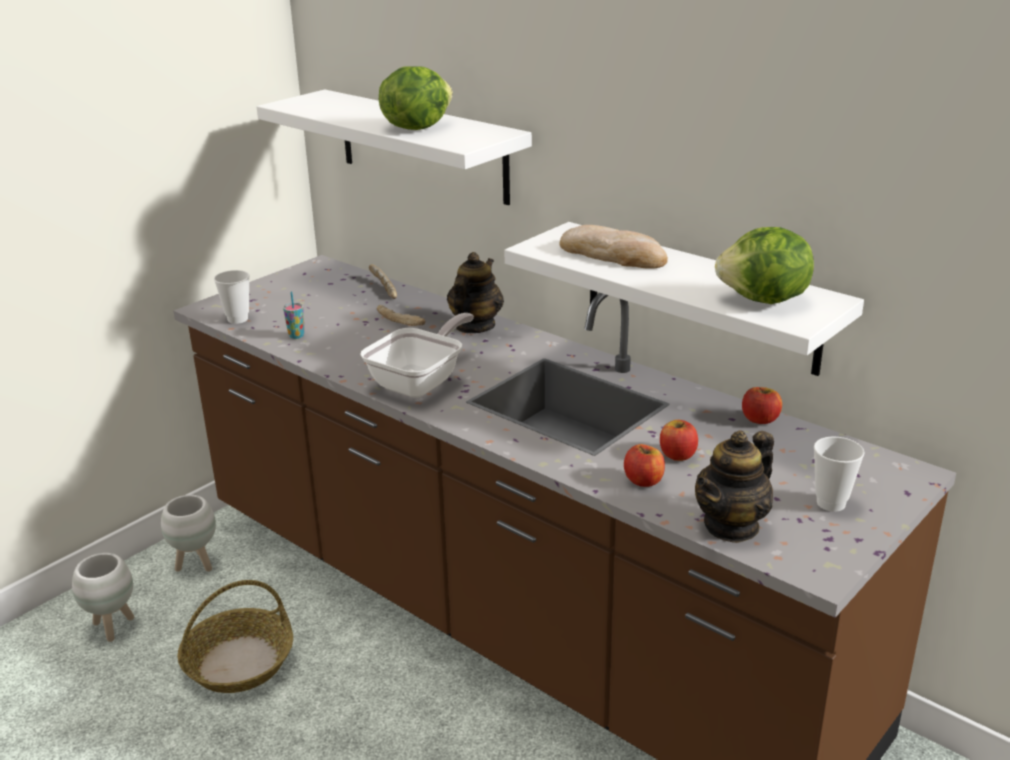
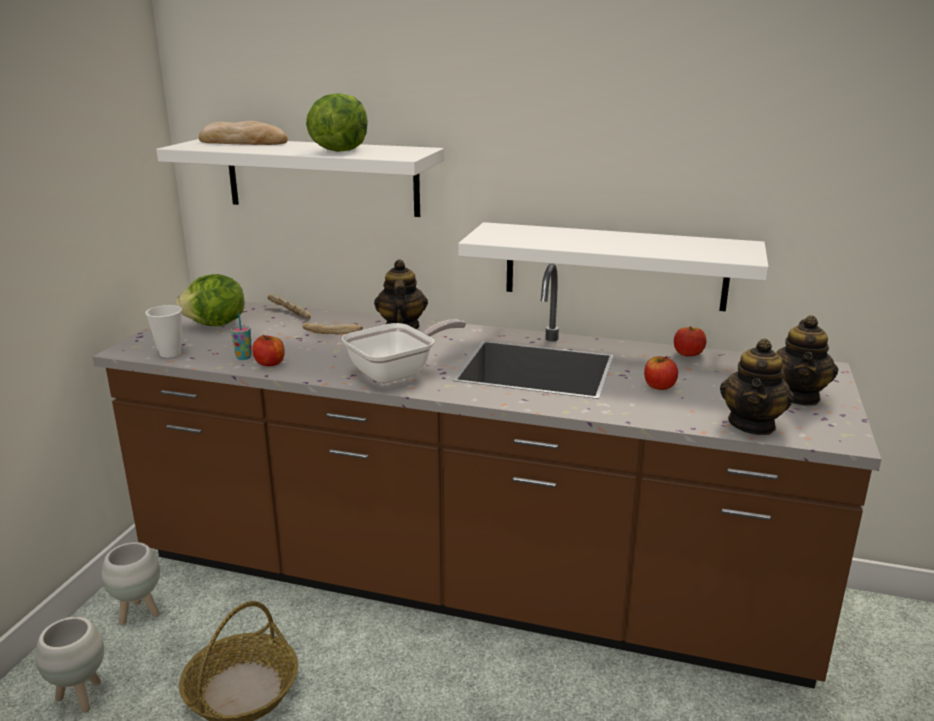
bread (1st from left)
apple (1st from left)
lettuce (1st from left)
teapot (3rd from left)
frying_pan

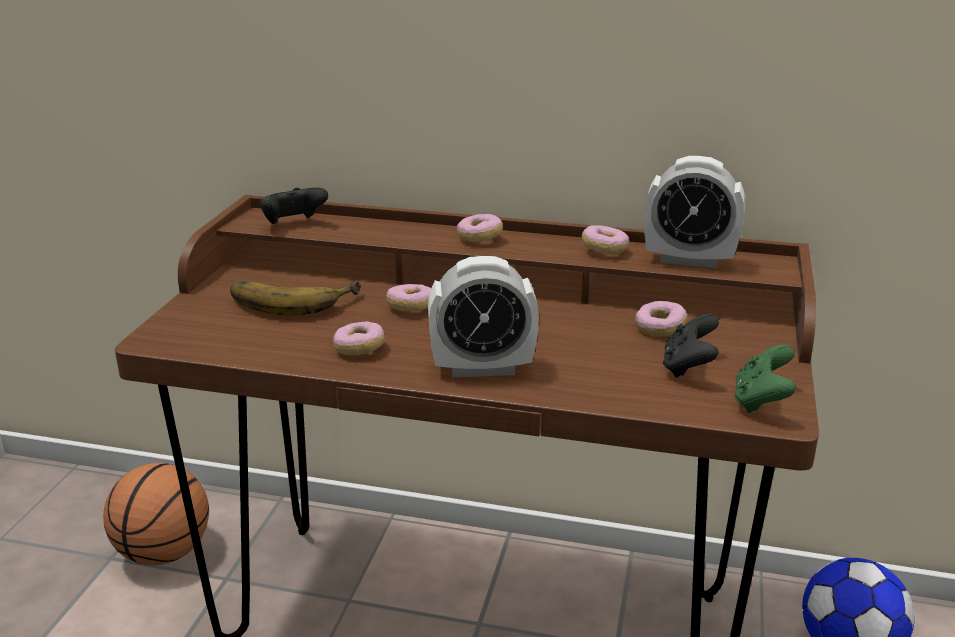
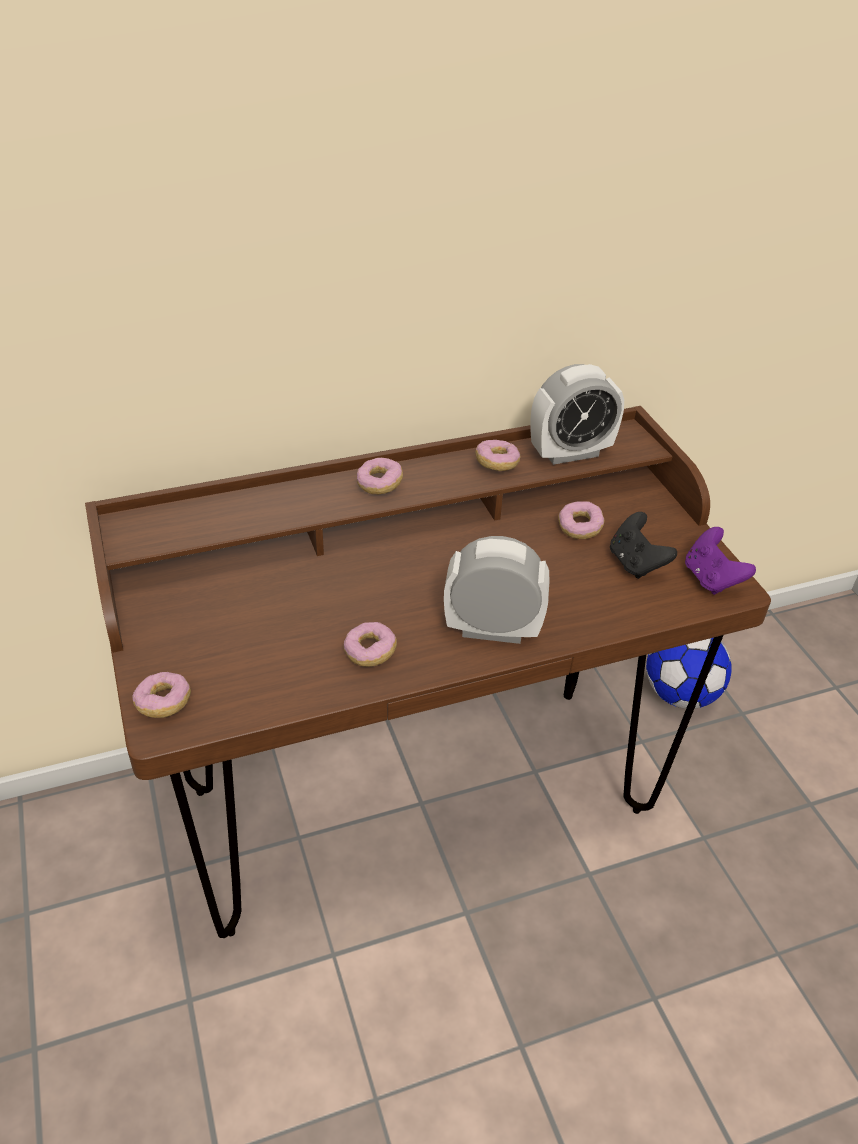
basketball
banana
black_game_controller (1st from left in the first image)
donut (1st from left)
purple_game_controller
alarm_clock (1st from left)

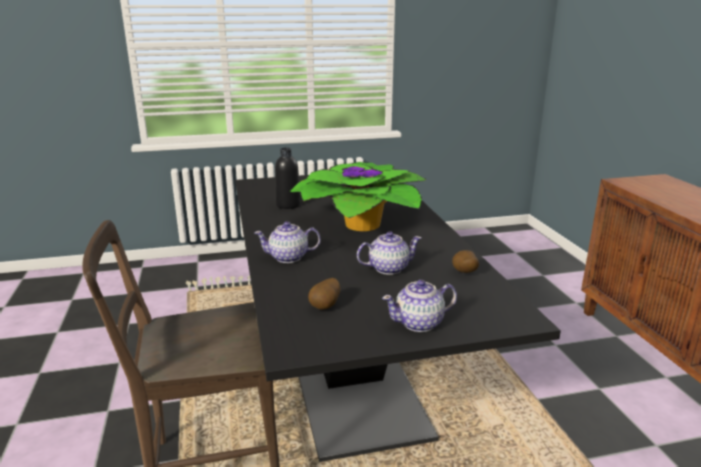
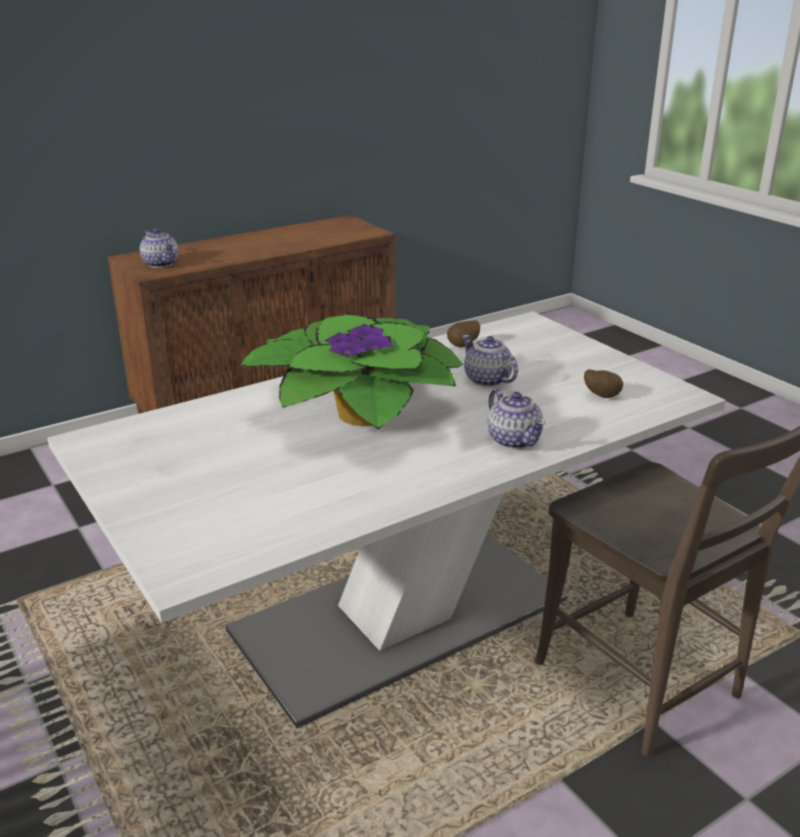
black_bottle
teapot (1st from left)
white_dining_table

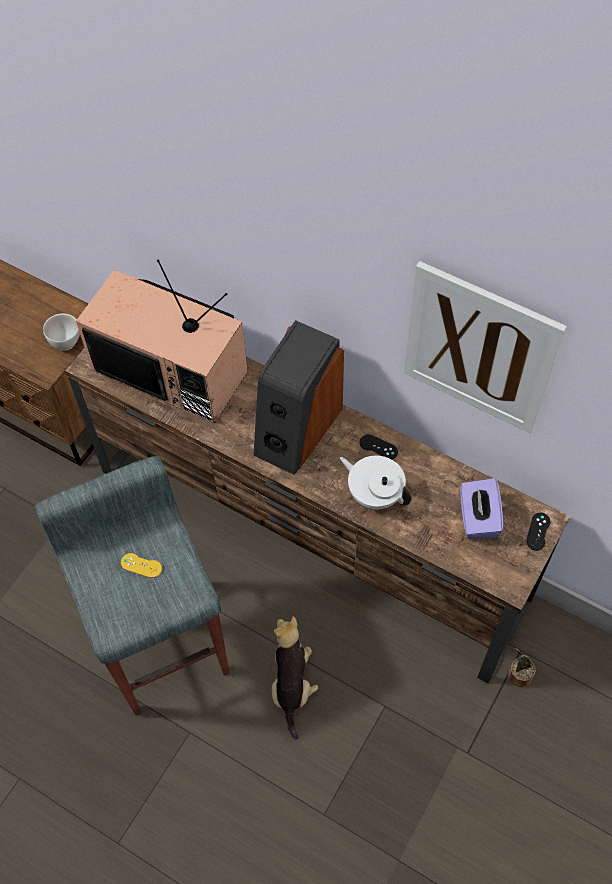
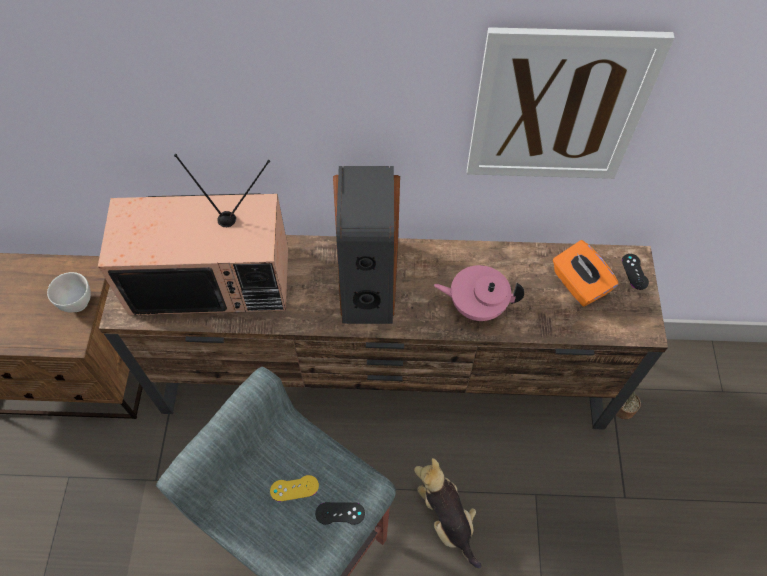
black_game_controller (1st from left)
pink_teapot
orange_tissue_box

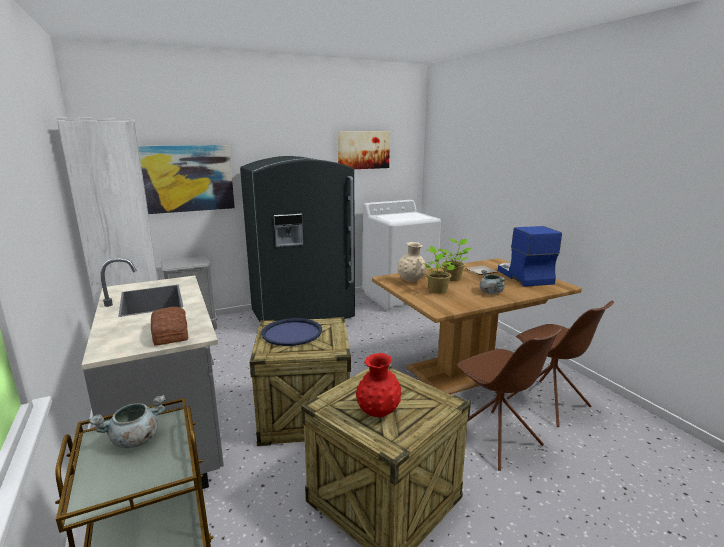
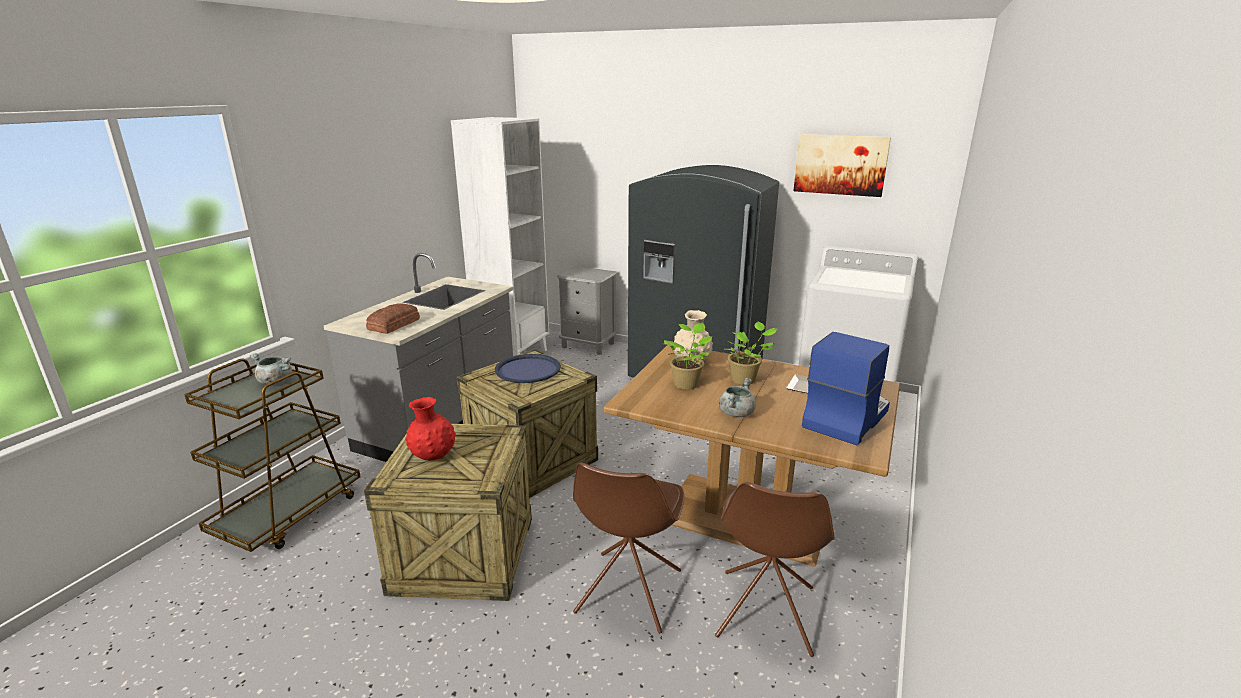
picture (1st from left in the first image)

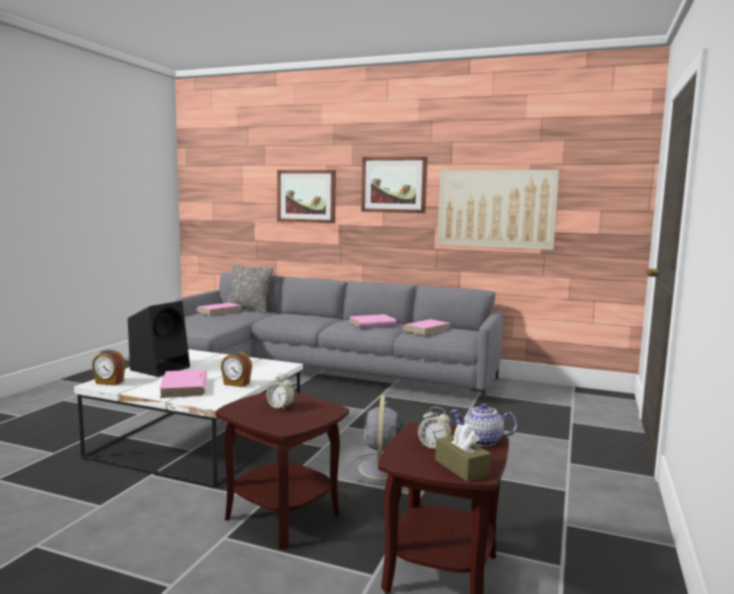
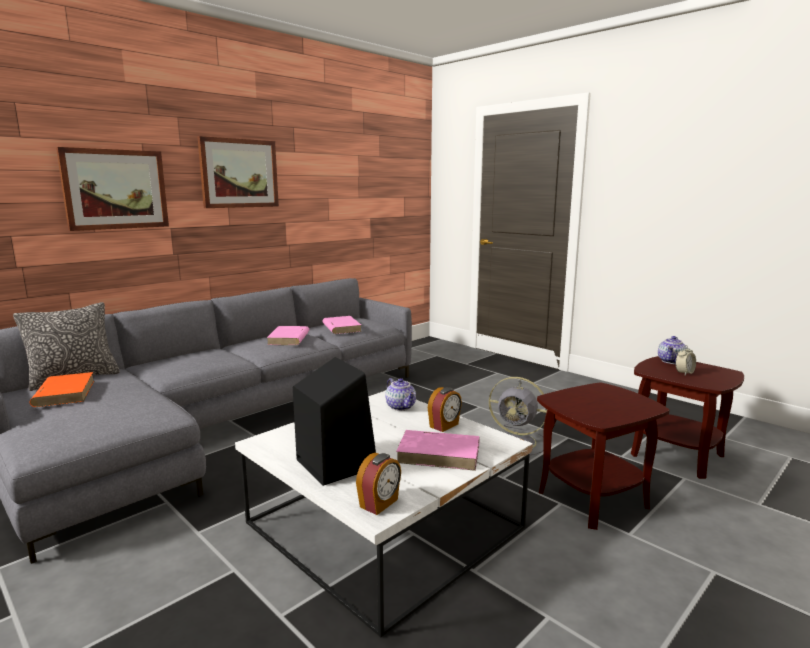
alarm_clock (3rd from left in the first image)
brown_tissue_box
picture (3rd from left in the first image)
teapot (1st from left)
orange_book

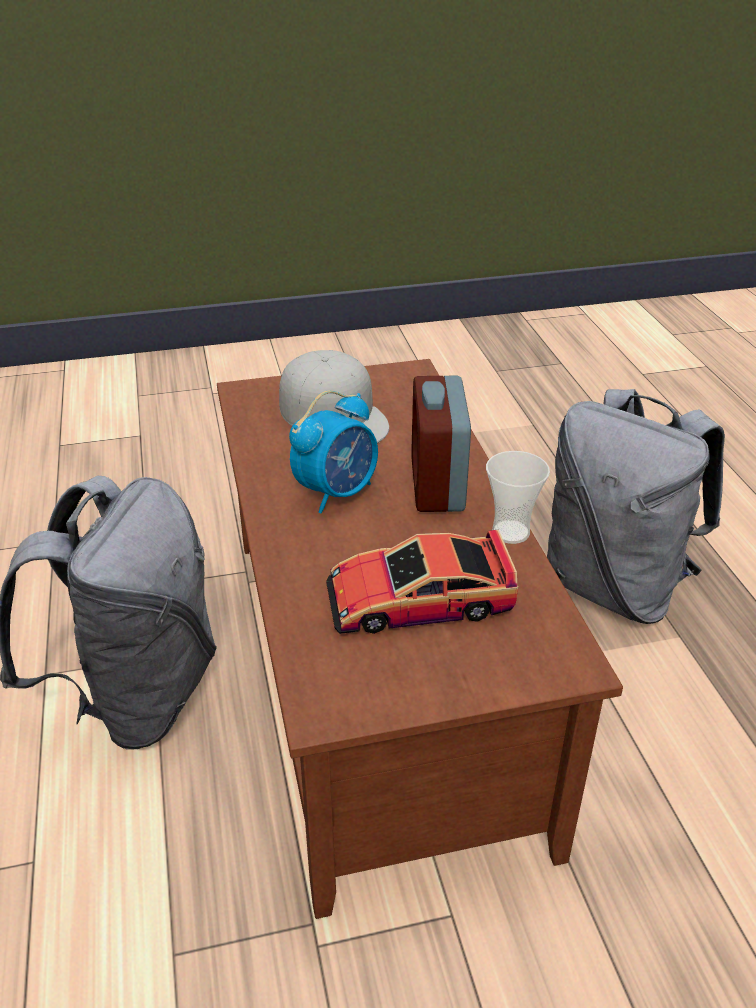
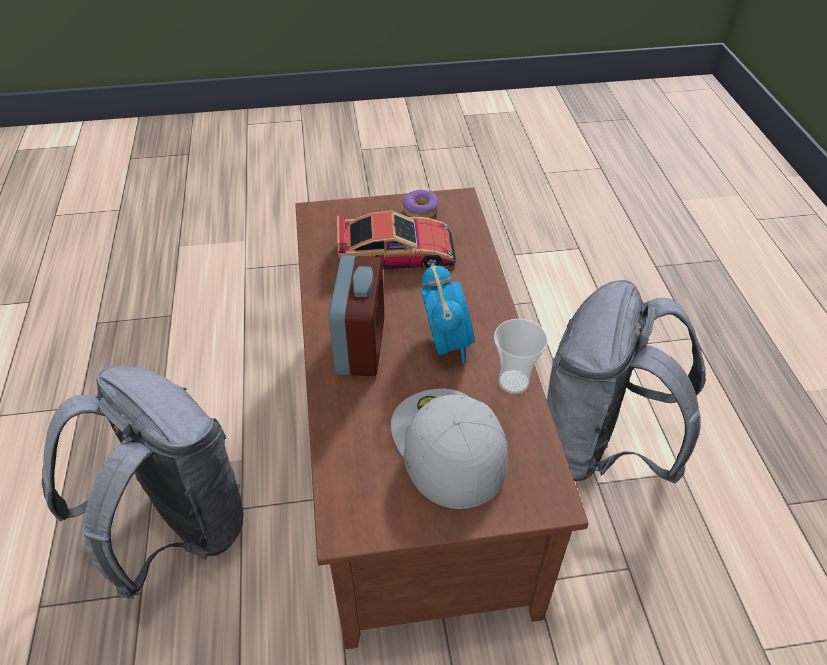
donut
cup
alarm_clock (2nd from left)

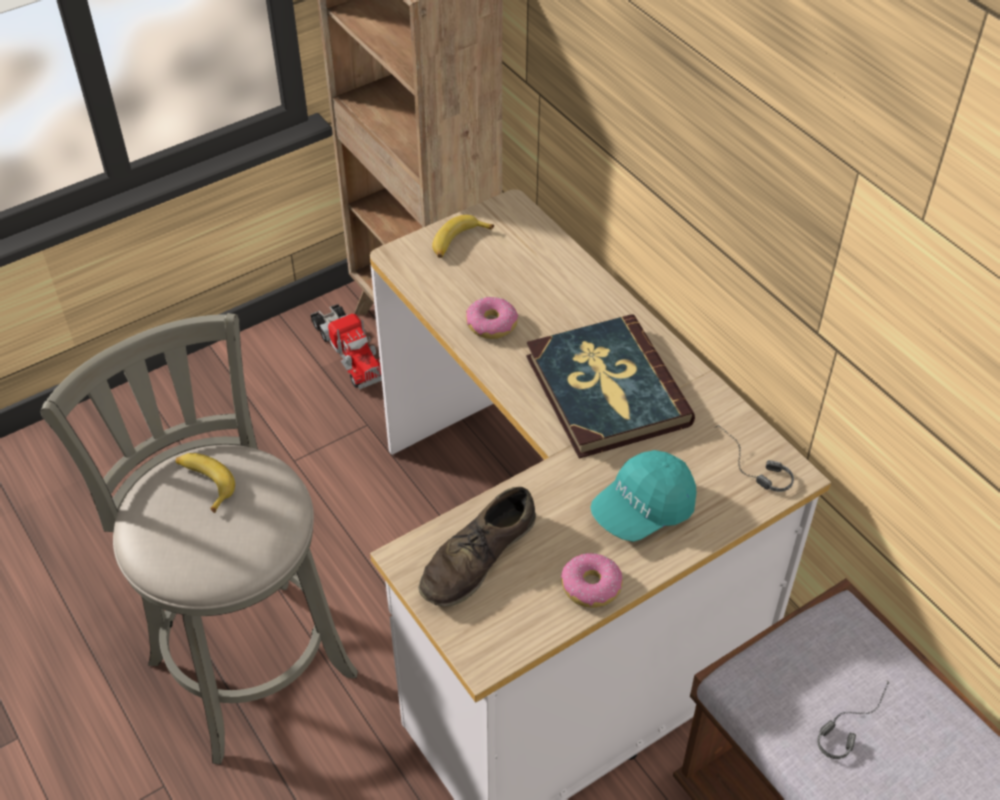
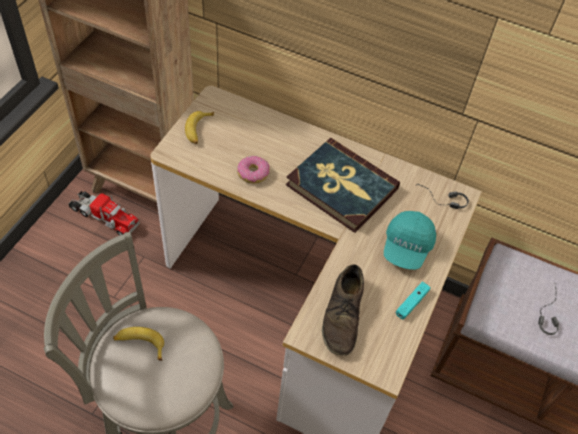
turquoise_game_controller

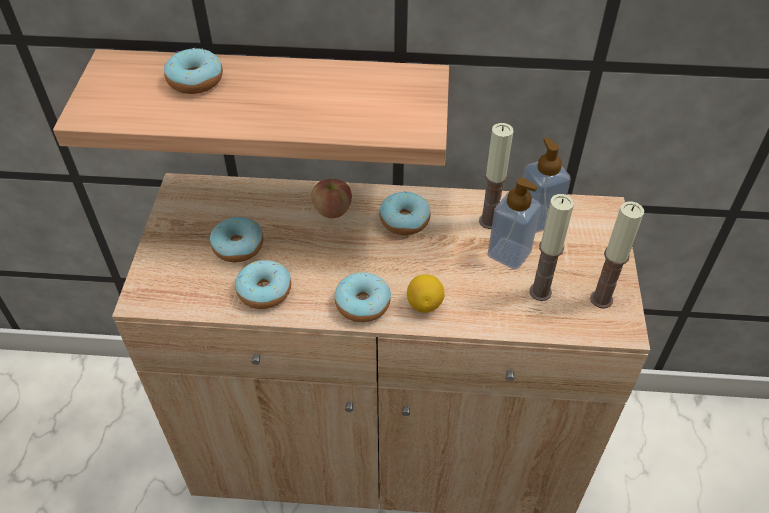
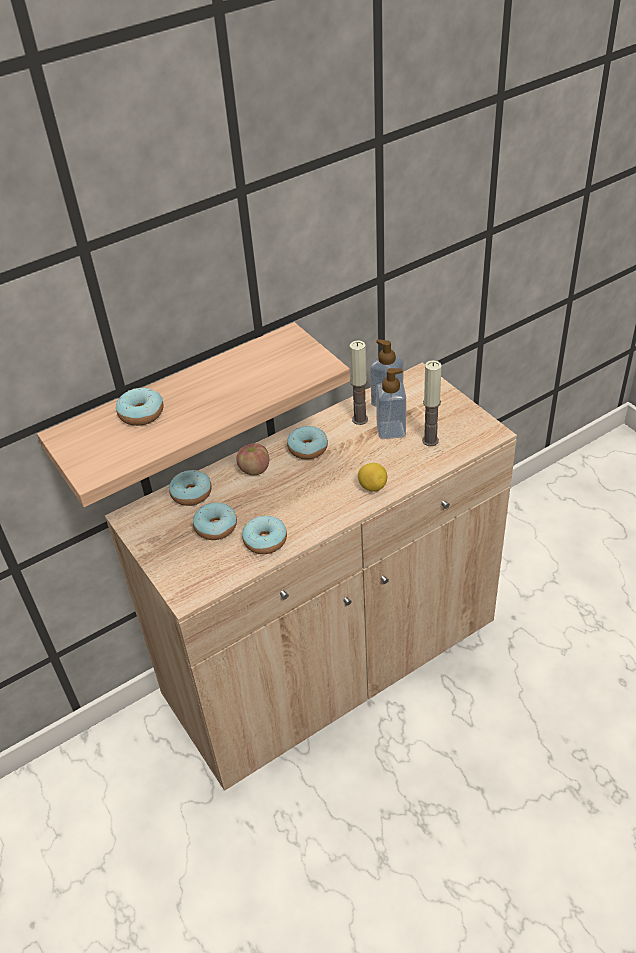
candle (3rd from left in the first image)
donut (2nd from left)

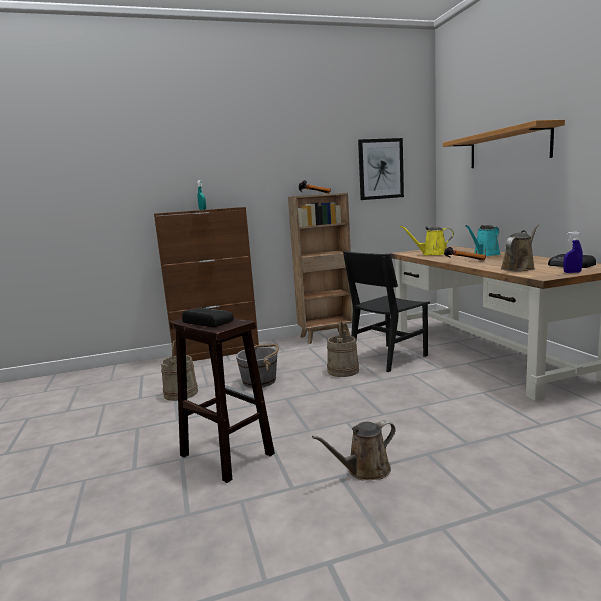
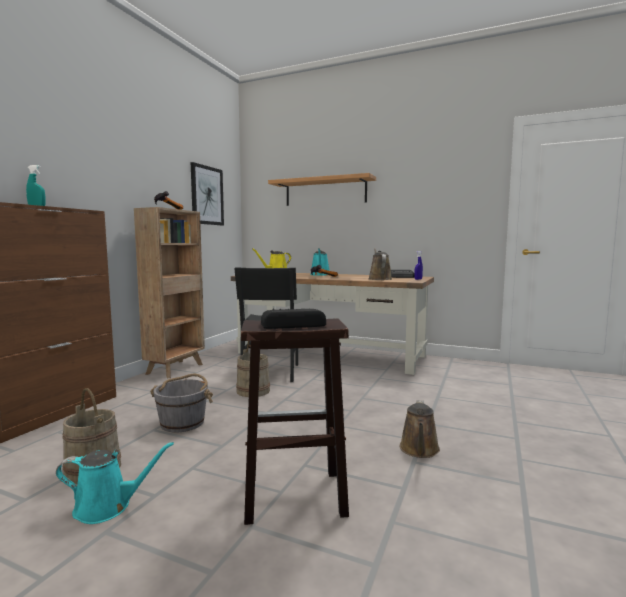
turquoise_watering_can (1st from left)

